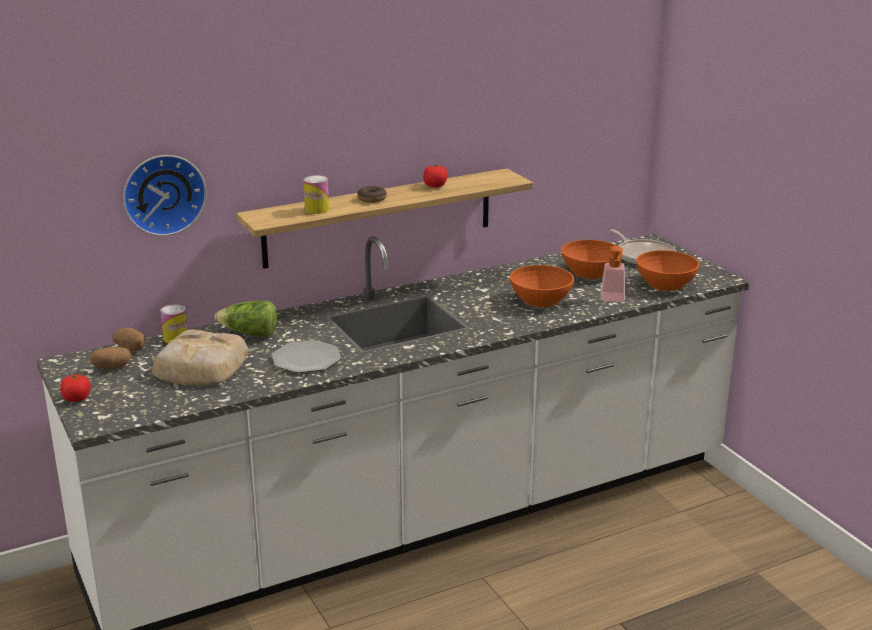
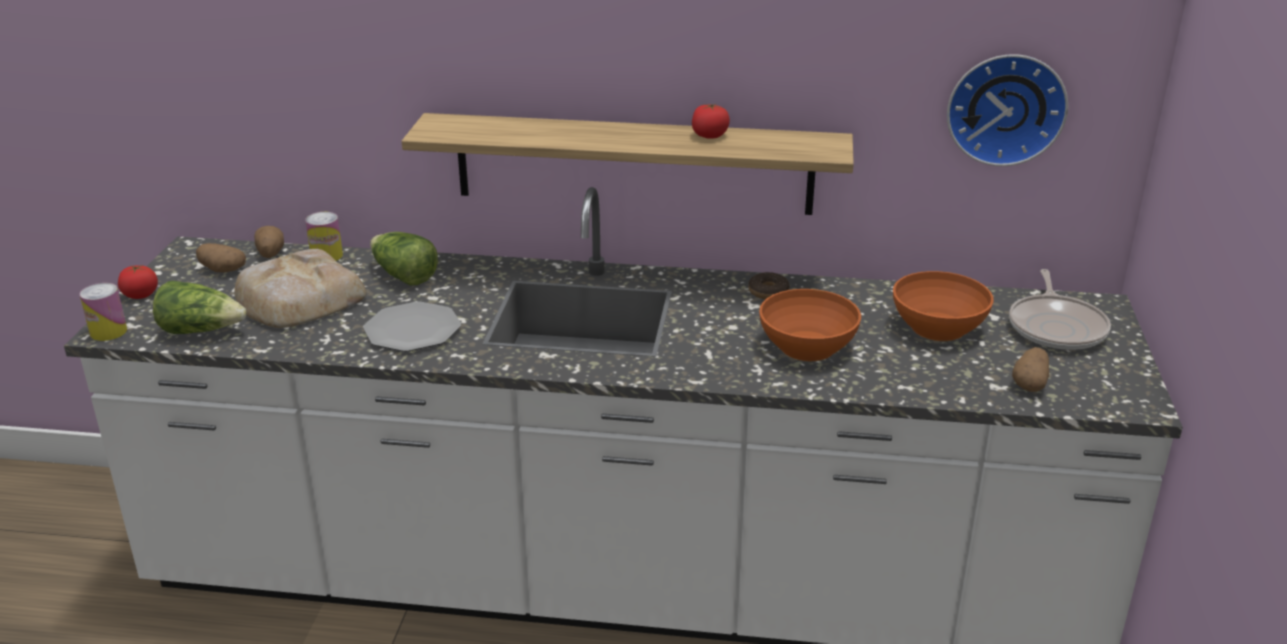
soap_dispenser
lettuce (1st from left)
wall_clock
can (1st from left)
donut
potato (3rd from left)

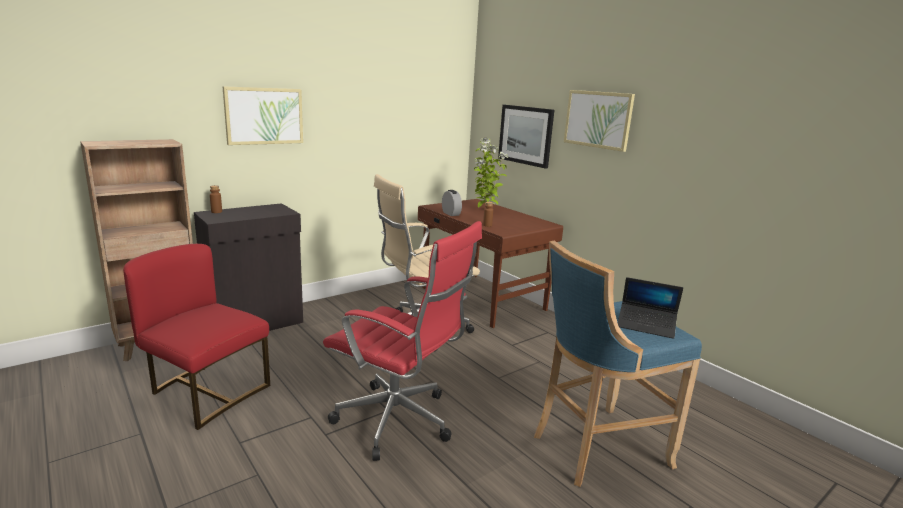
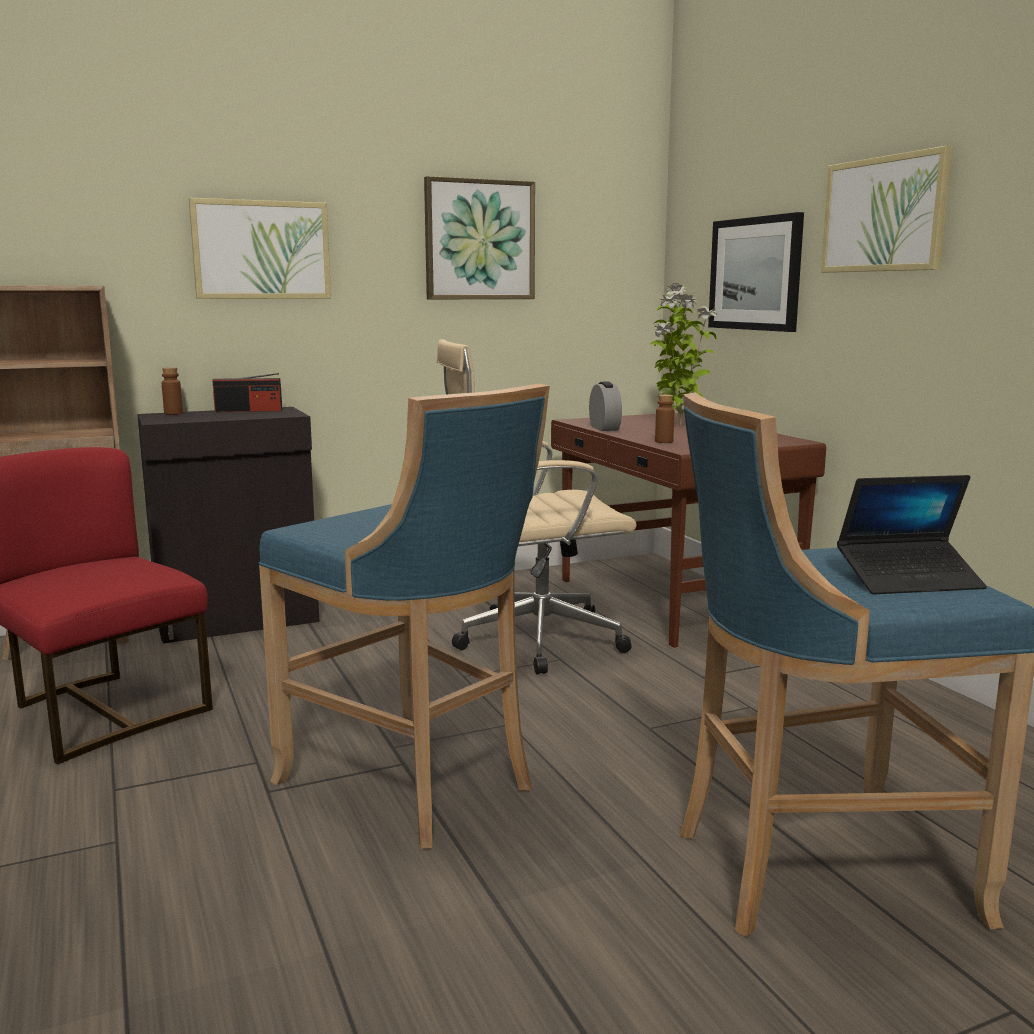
radio
picture (2nd from left)
blue_stool (1st from left)
laptop

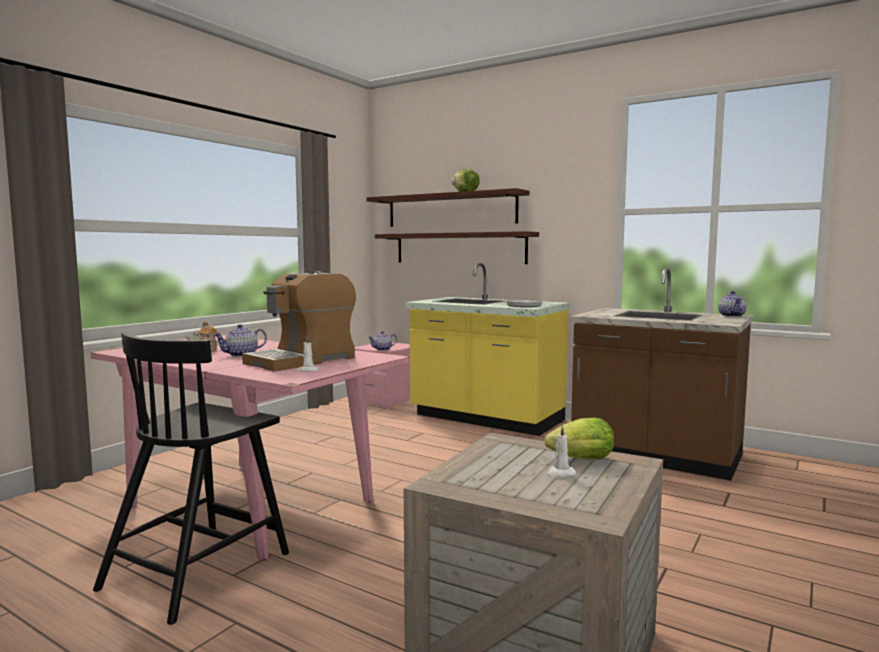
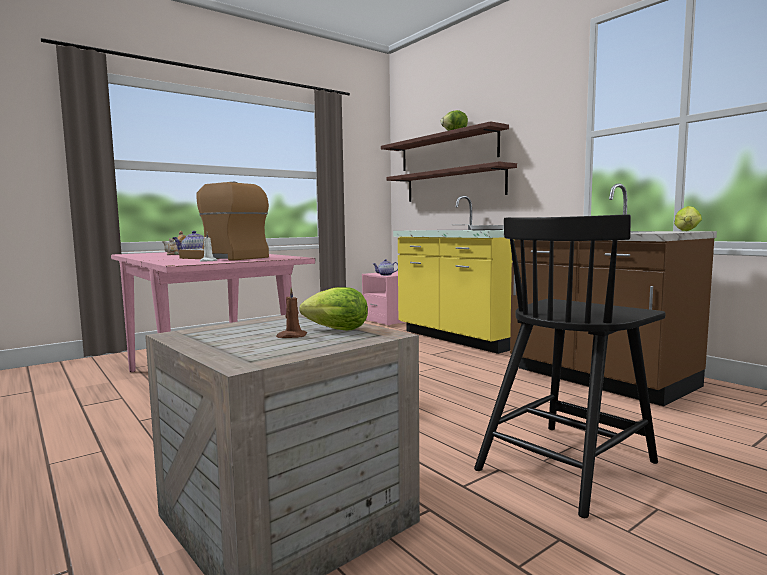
black_chair
lettuce (3rd from left)
brown_candle
coffee_machine

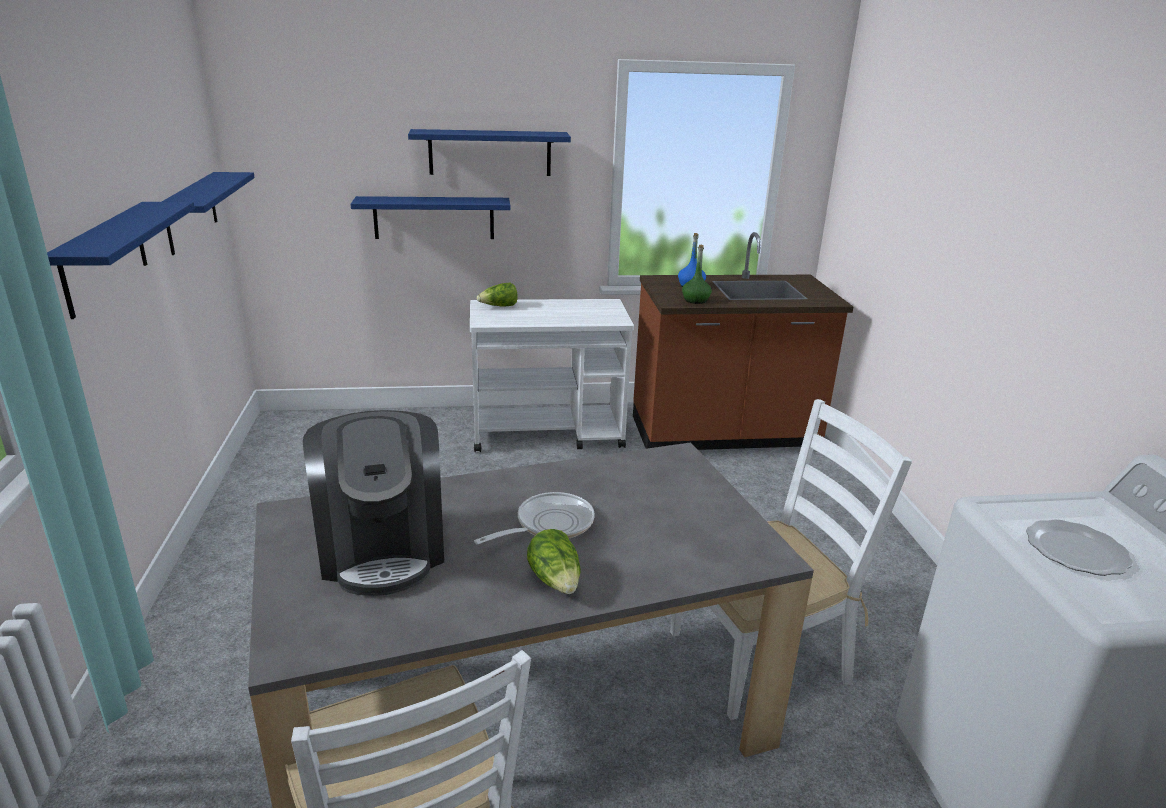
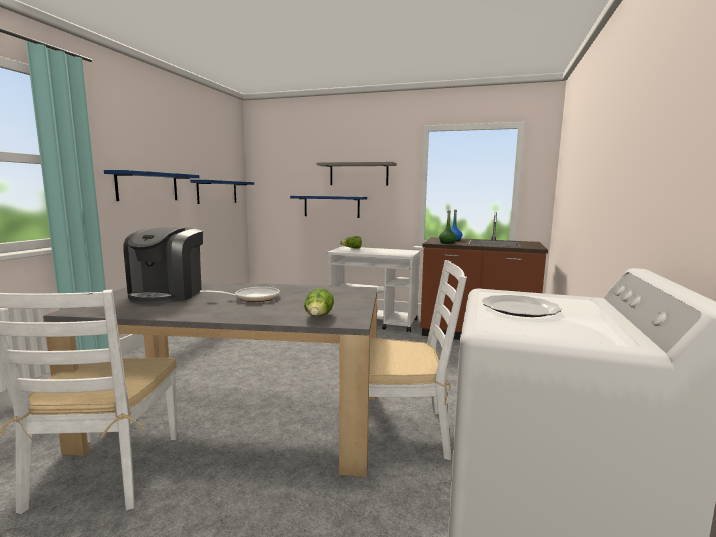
lettuce (1st from left)
grey_shelf

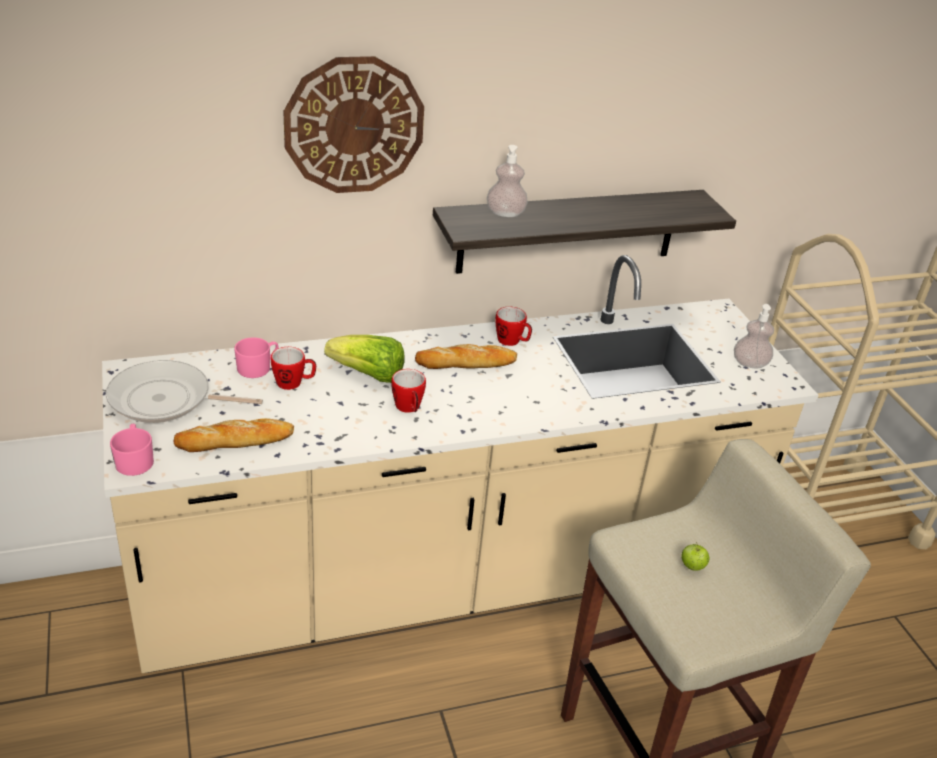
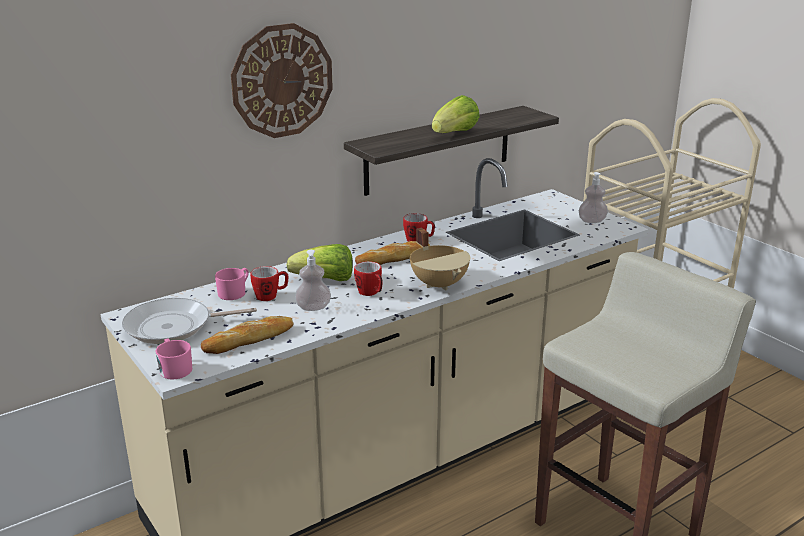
apple
beige_cooking_pot
lettuce (2nd from left)
soap_dispenser (1st from left)

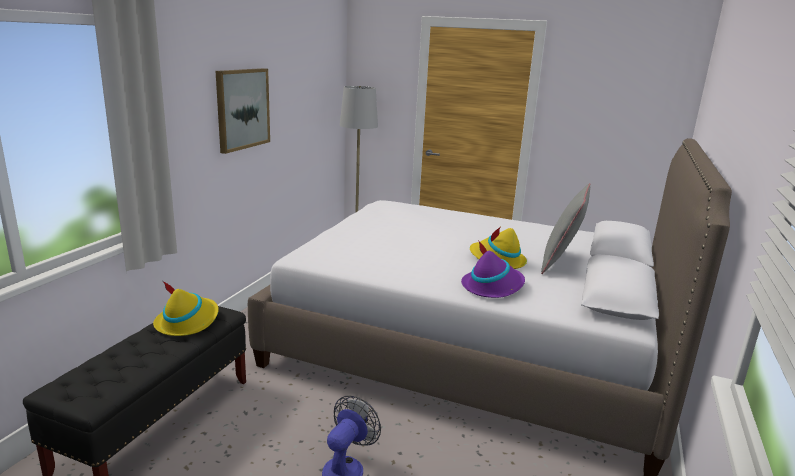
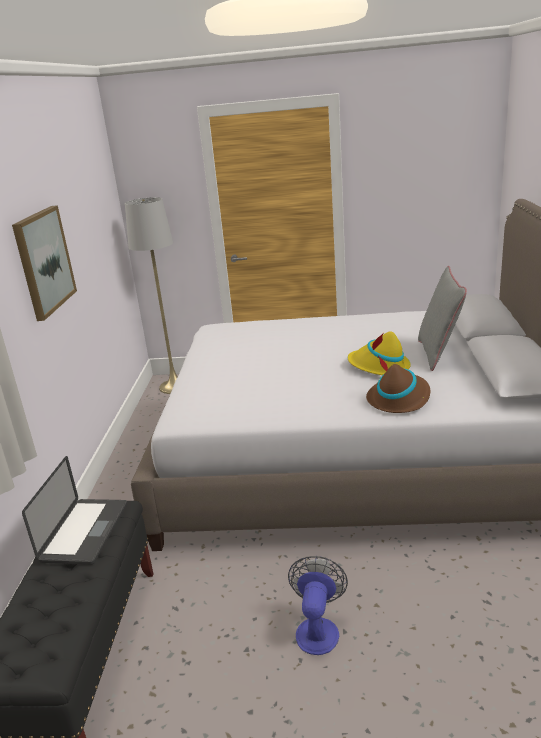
laptop
brown_hat

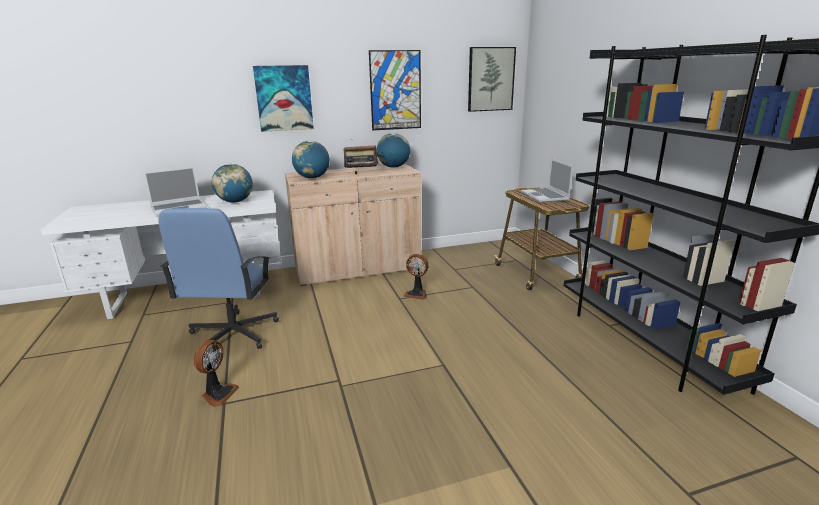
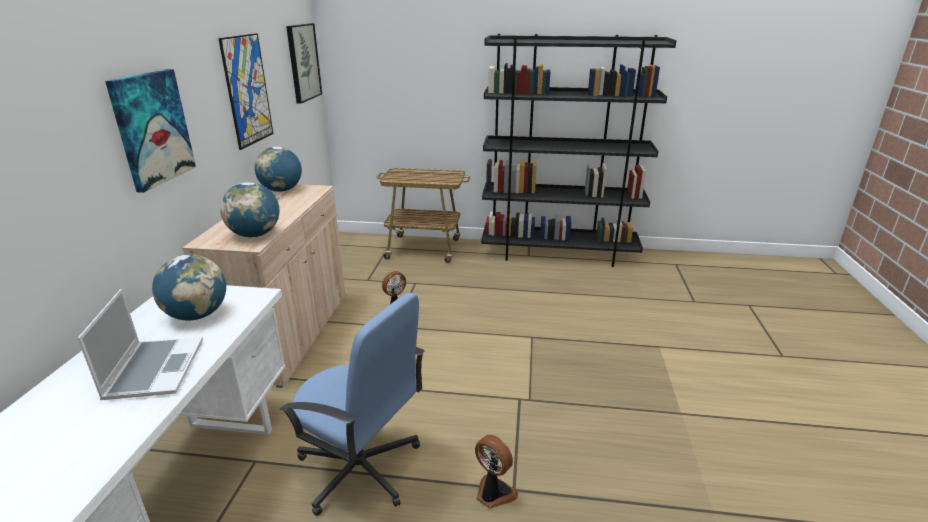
radio
laptop (2nd from left in the first image)

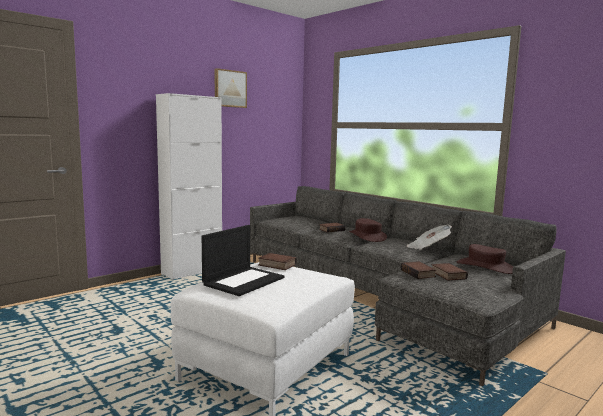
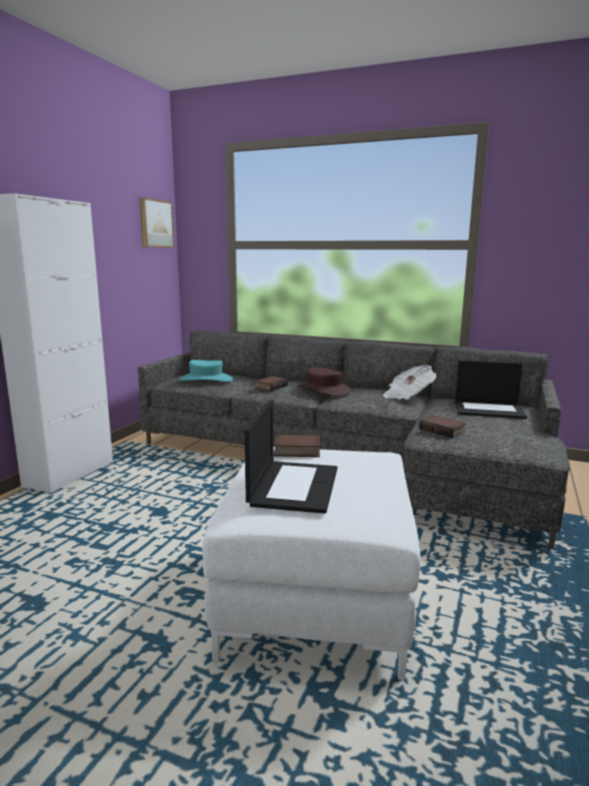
book (4th from left in the first image)
turquoise_hat
picture
laptop (2nd from left)

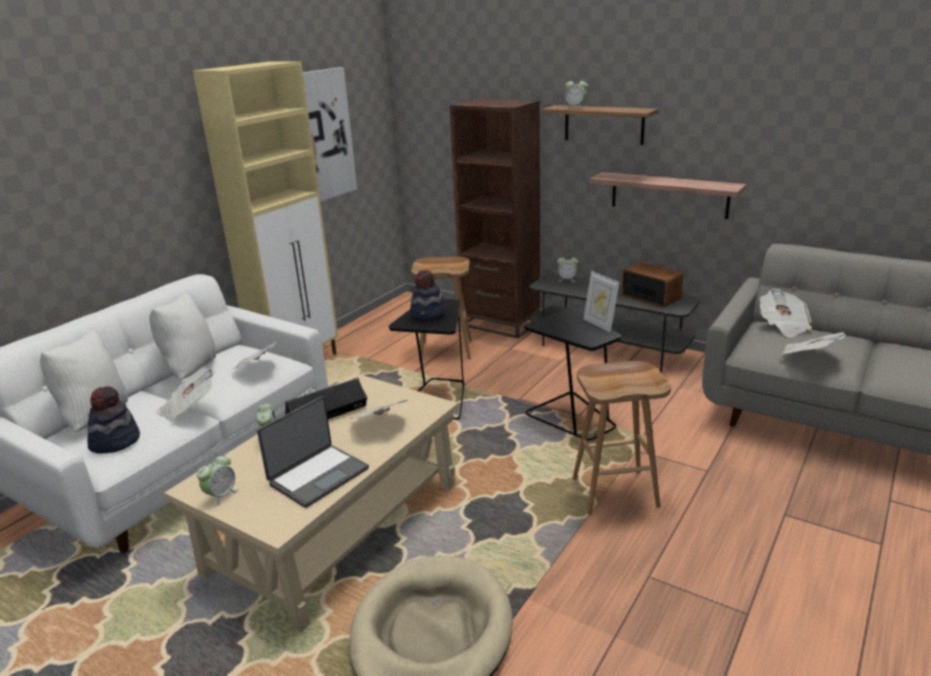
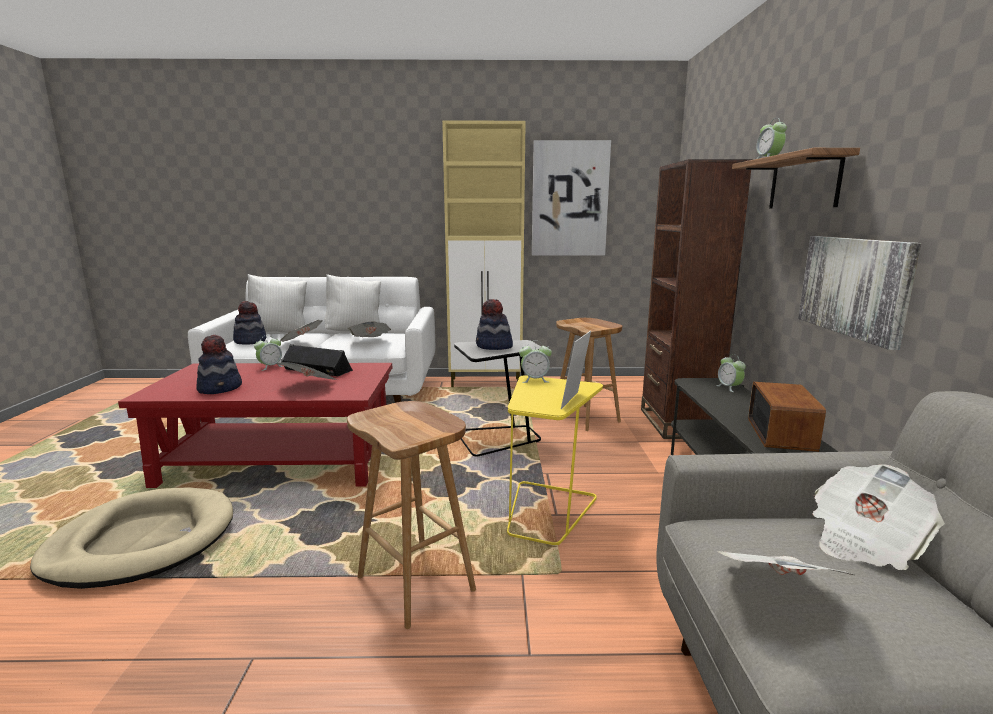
alarm_clock (2nd from left)
hat (1st from left)
picture (2nd from left)
red_coffee_table
yellow_side_table

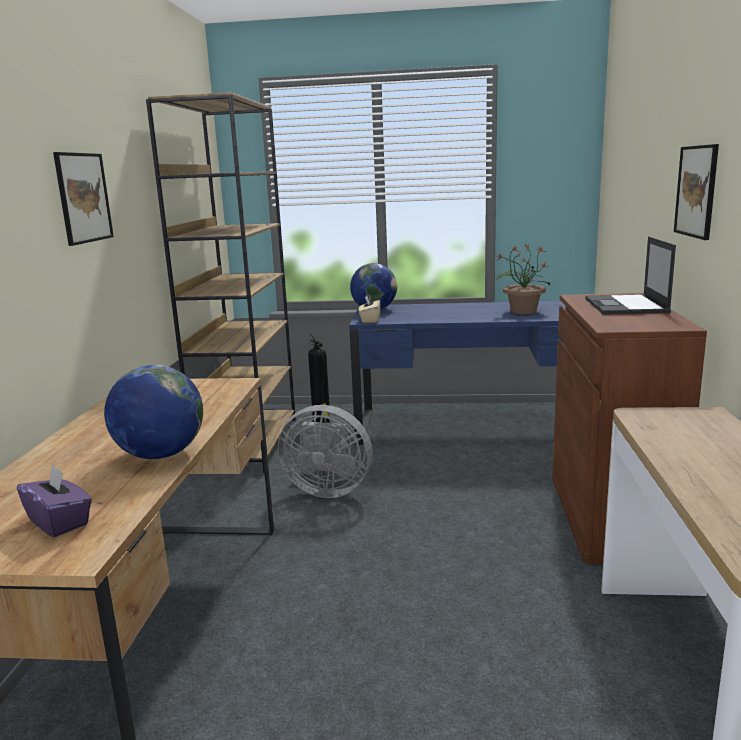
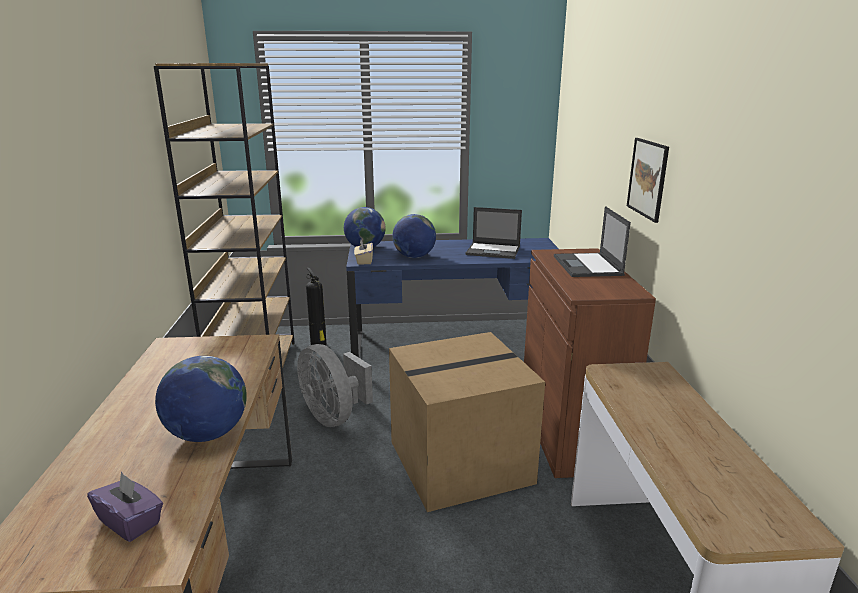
picture (1st from left in the first image)
cardboard_box
globe (3rd from left)
laptop (1st from left)
grey_fan

